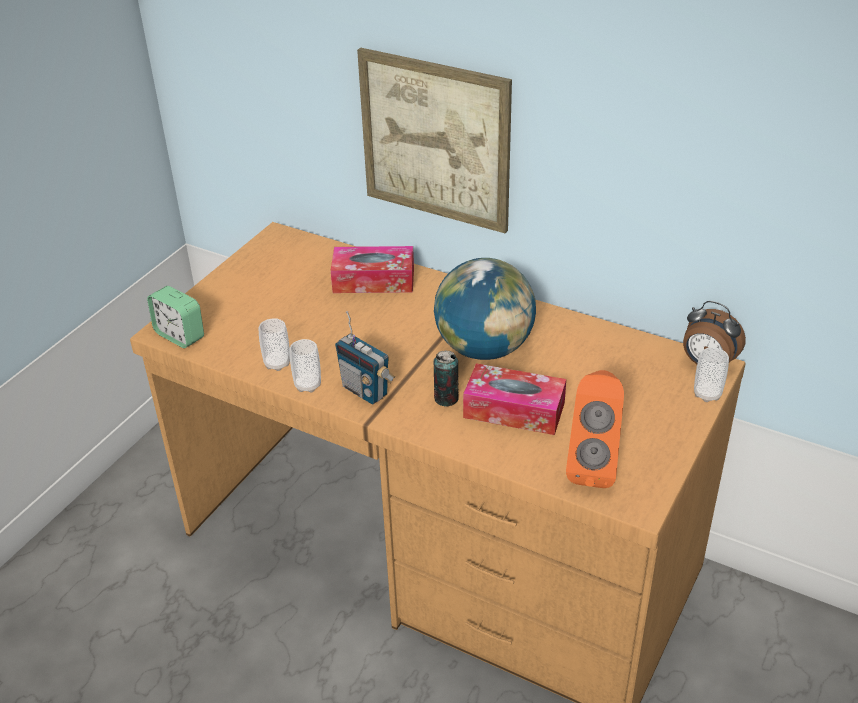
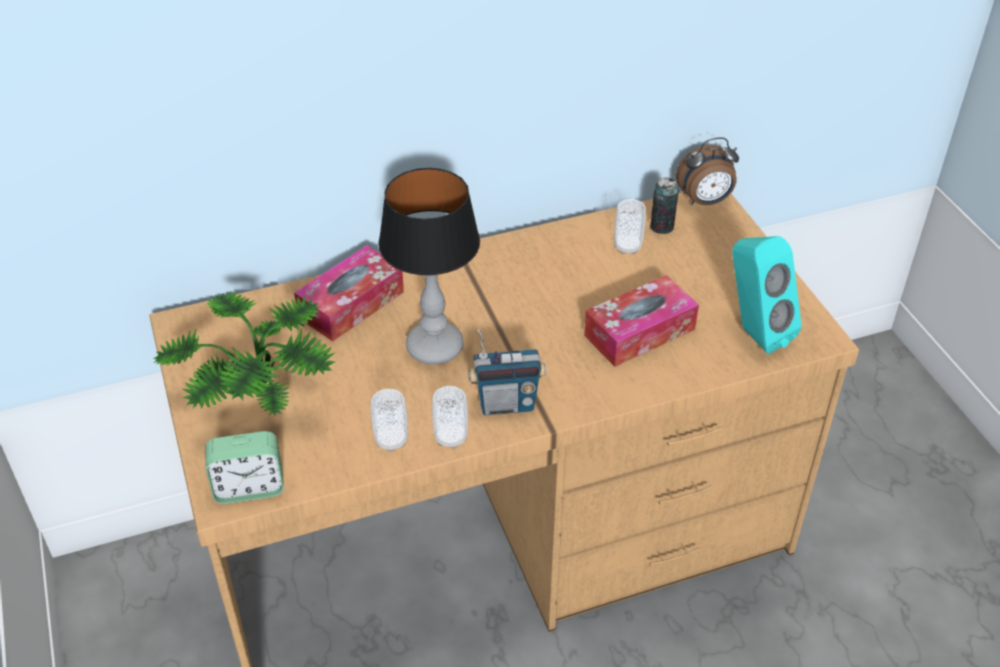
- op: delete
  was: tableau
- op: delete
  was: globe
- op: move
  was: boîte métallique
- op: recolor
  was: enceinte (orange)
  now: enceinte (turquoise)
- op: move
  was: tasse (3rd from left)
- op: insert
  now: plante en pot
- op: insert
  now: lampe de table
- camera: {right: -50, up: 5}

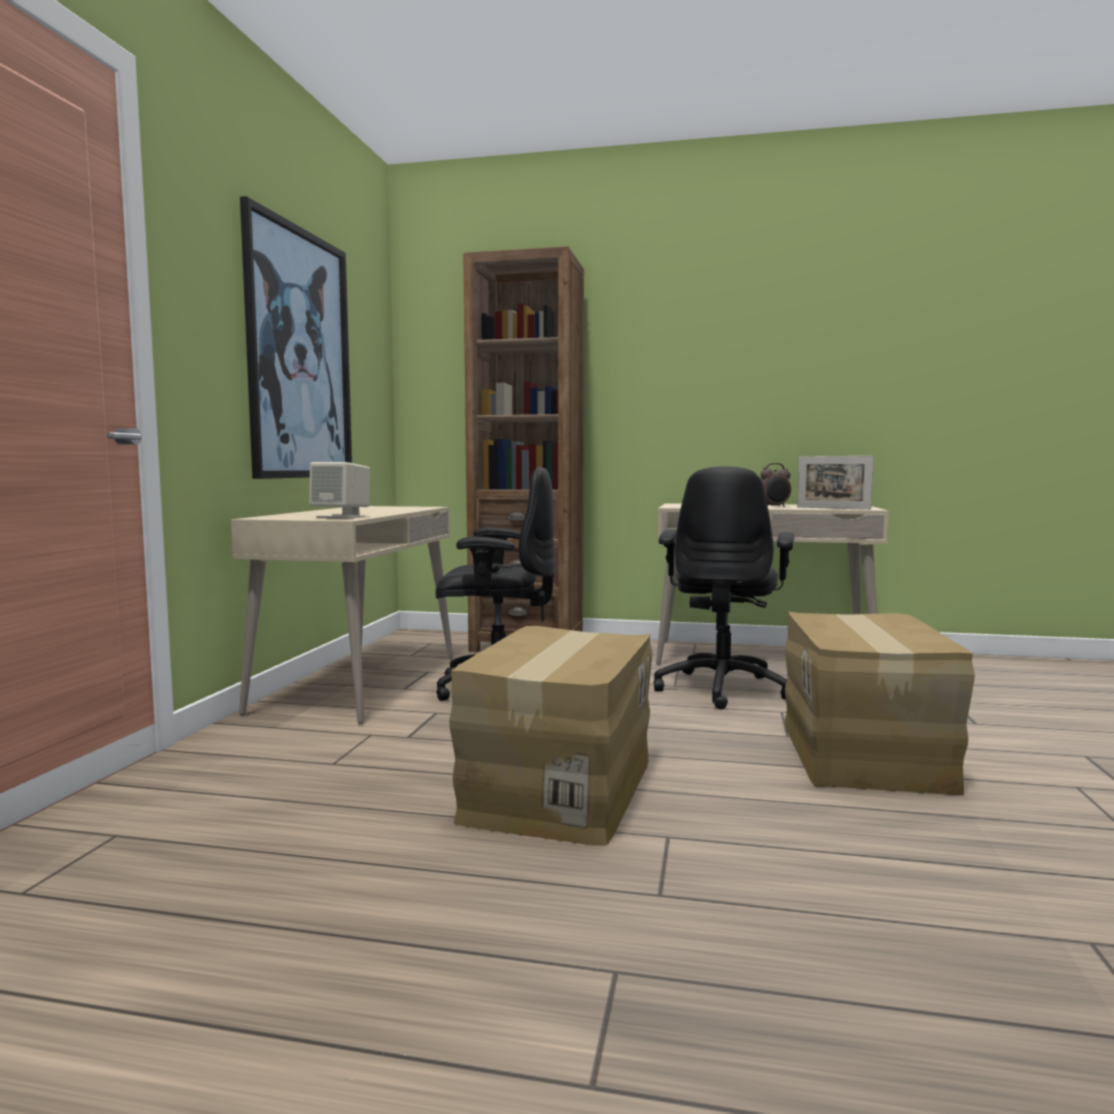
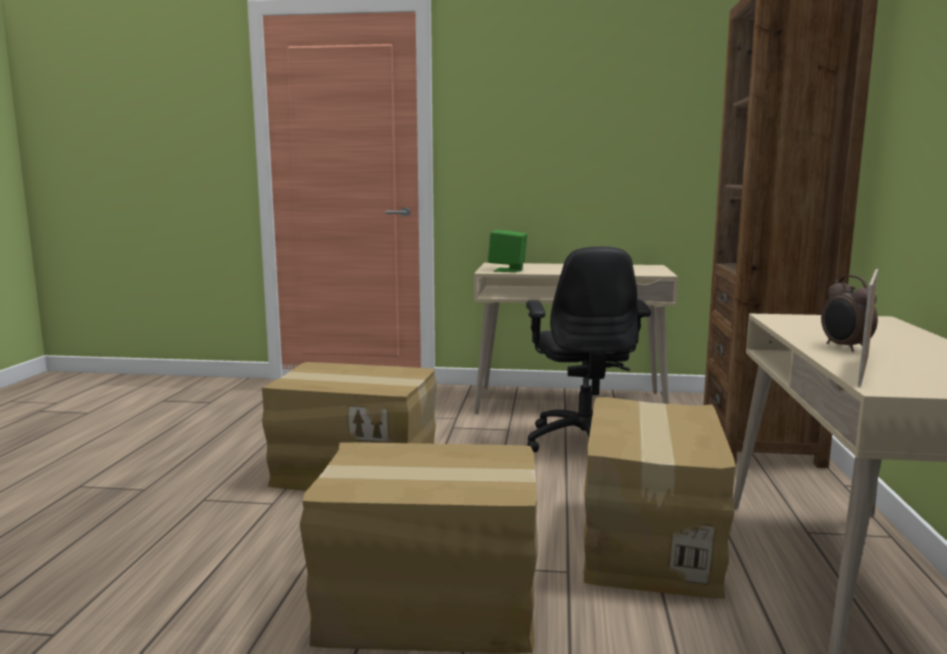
- op: delete
  was: tableau
- op: recolor
  was: enceinte (beige)
  now: enceinte (vert)
- op: replace
  was: chaise de bureau (noir) (2nd from left)
  now: carton (3rd from left)
- camera: {right: 85, up: 5}

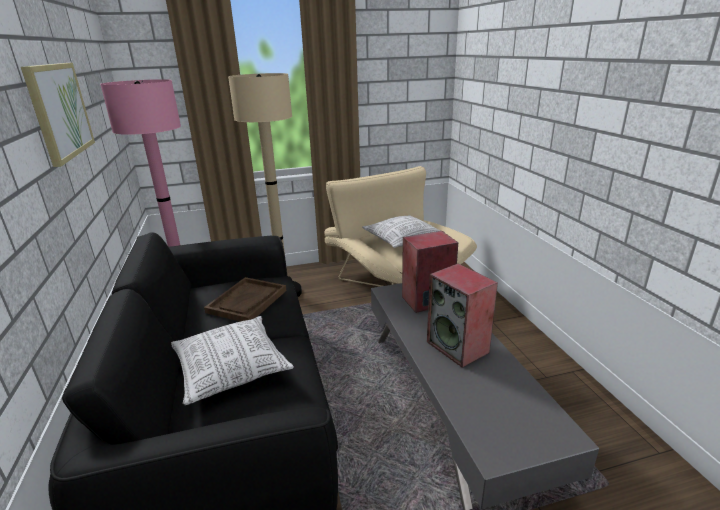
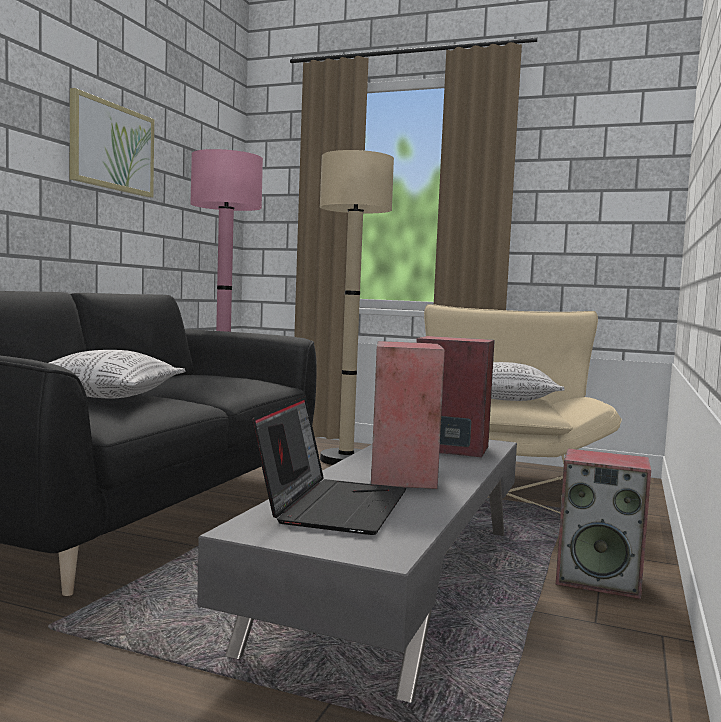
- op: delete
  was: plateau (marron)
- op: insert
  now: ordinateur portable
- op: insert
  now: enceinte (3rd from left)
- camera: {right: 35, up: -20}

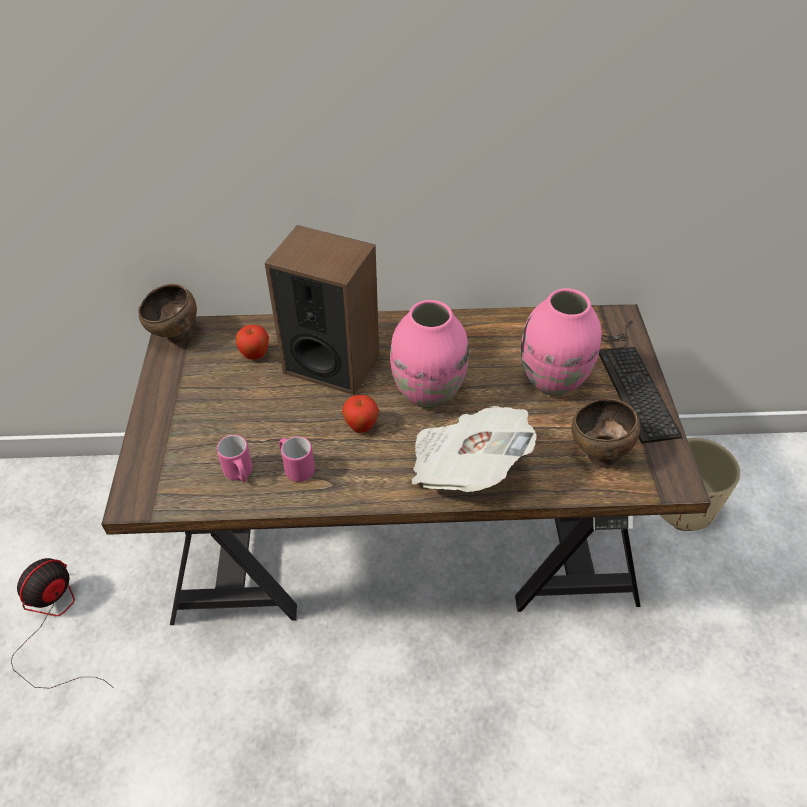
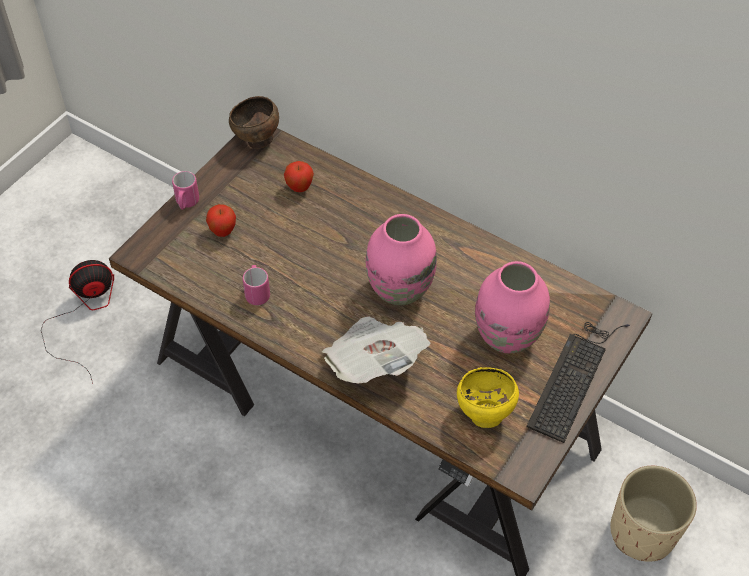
- op: move
  was: mug (rose) (1st from left)
- op: delete
  was: enceinte
- op: move
  was: pomme (2nd from left in the first image)
  now: pomme (1st from left)
- op: recolor
  was: bol (marron) (2nd from left)
  now: bol (jaune)
- camera: {right: 35, up: 5}

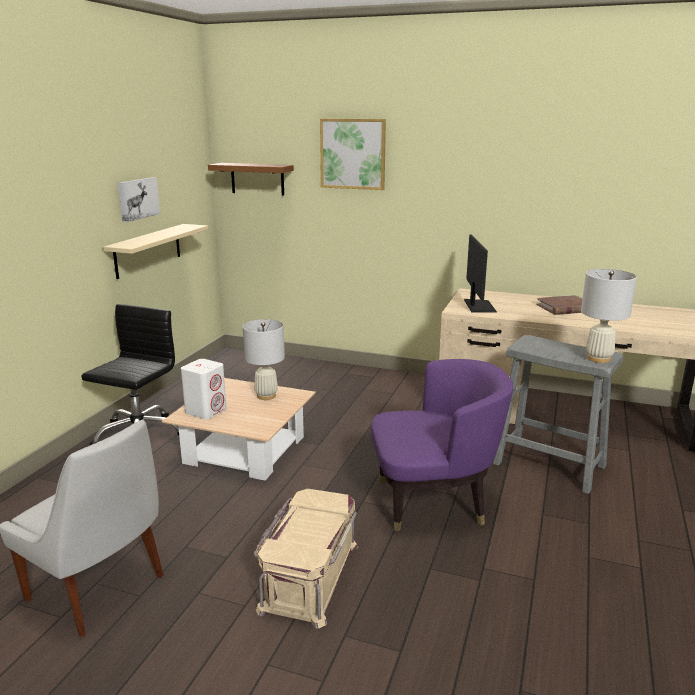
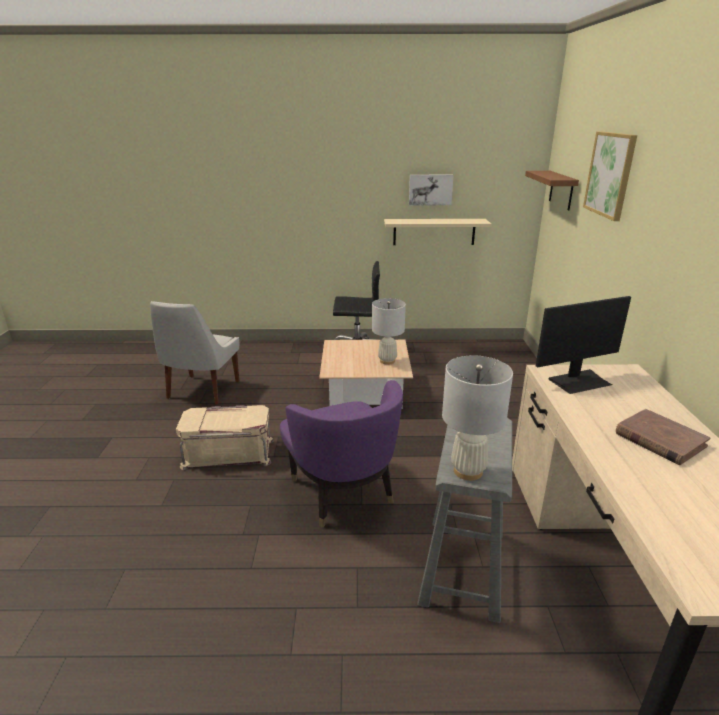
- op: delete
  was: enceinte (blanc)
- camera: {right: 70, up: 5}

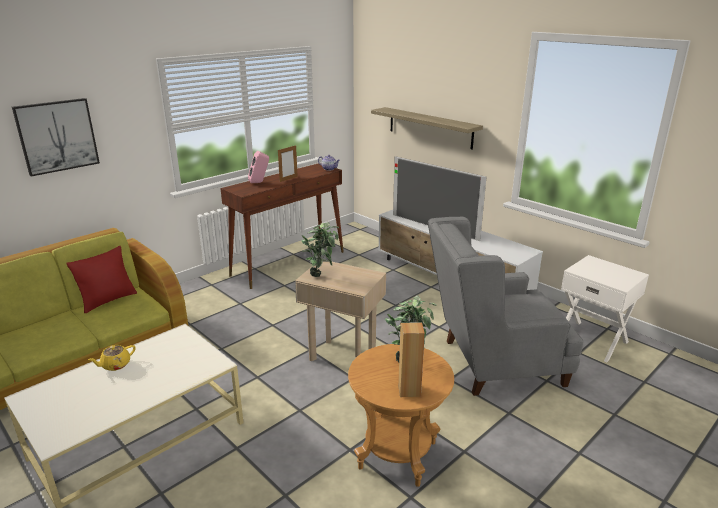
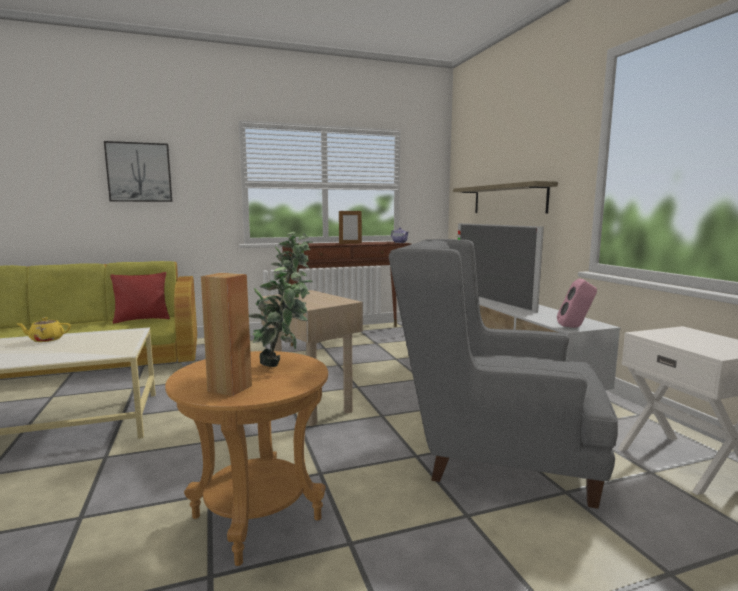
- op: move
  was: enceinte (rose)
- camera: {right: 25, up: -15}

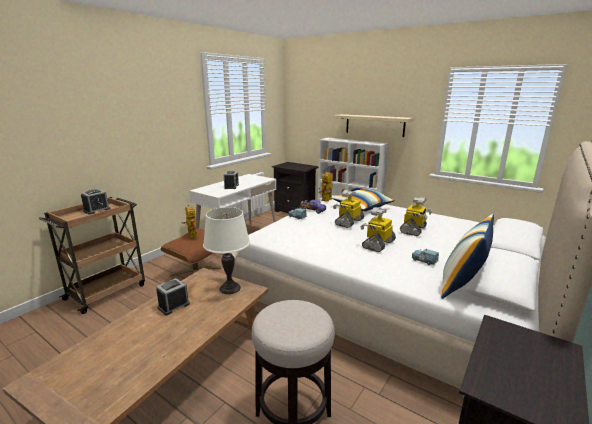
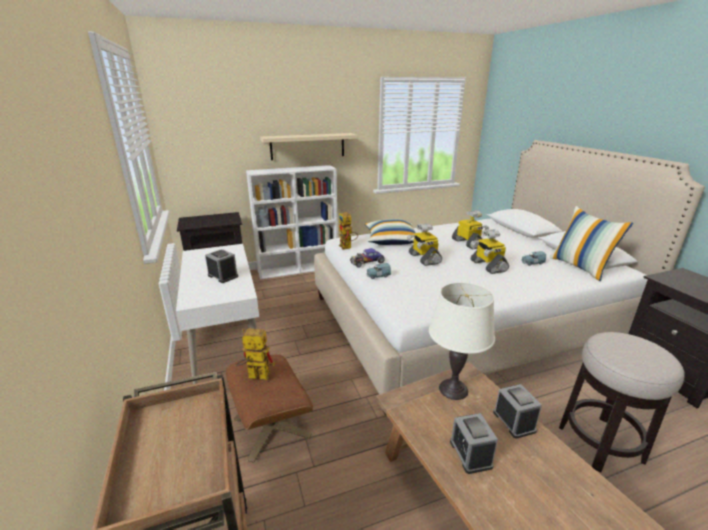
- op: move
  was: réveil (1st from left in the first image)
  now: réveil (3rd from left)
- camera: {right: -55, up: 5}

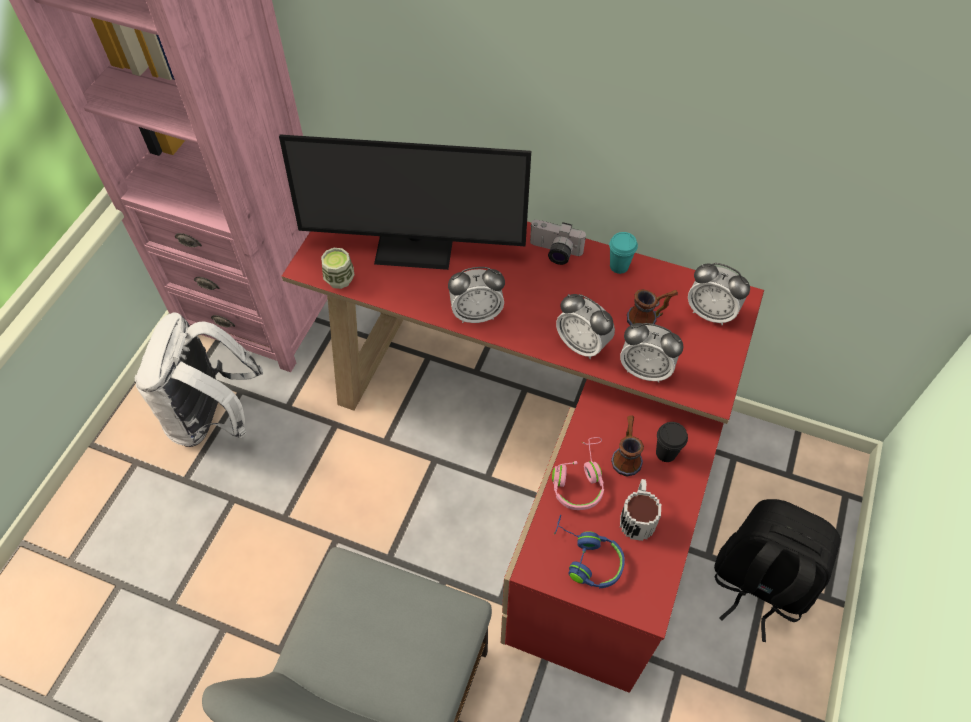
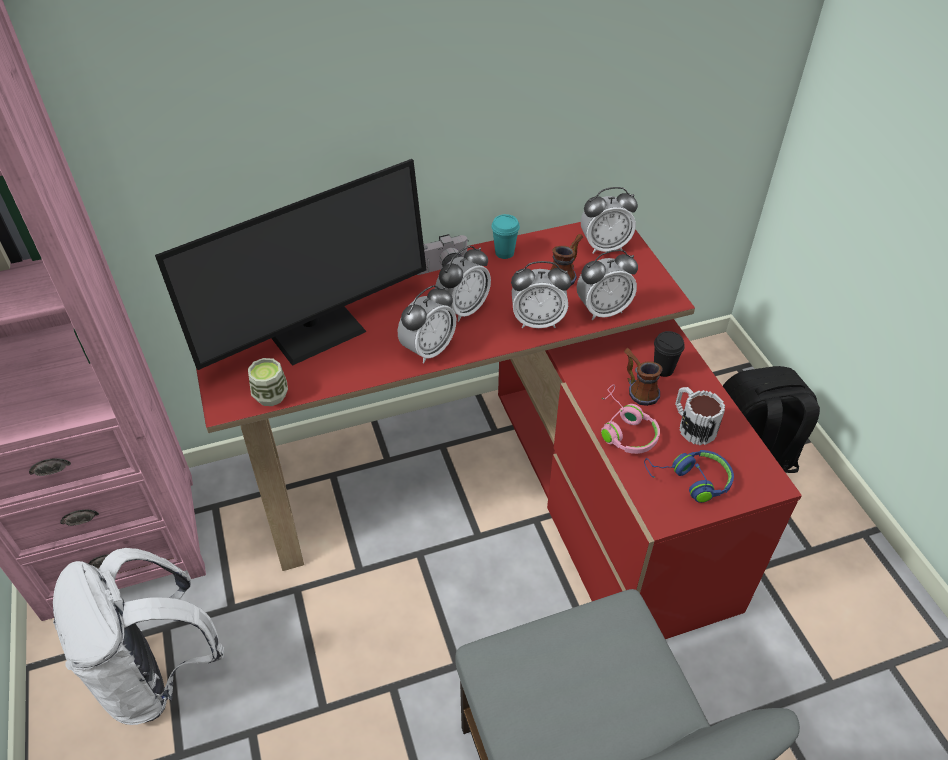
- op: insert
  now: réveil (2nd from left)
- camera: {right: -40, up: -10}

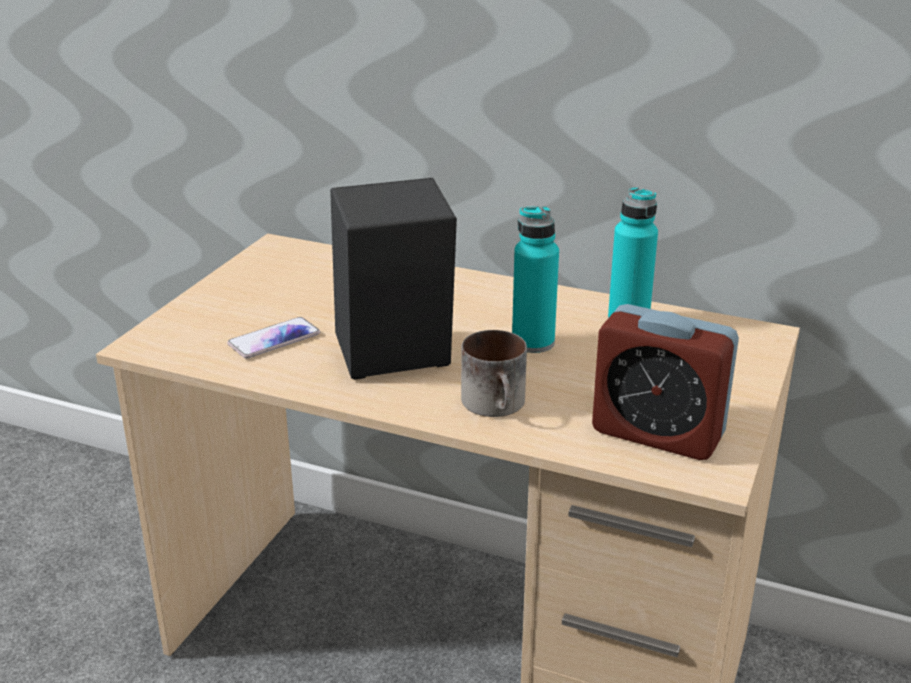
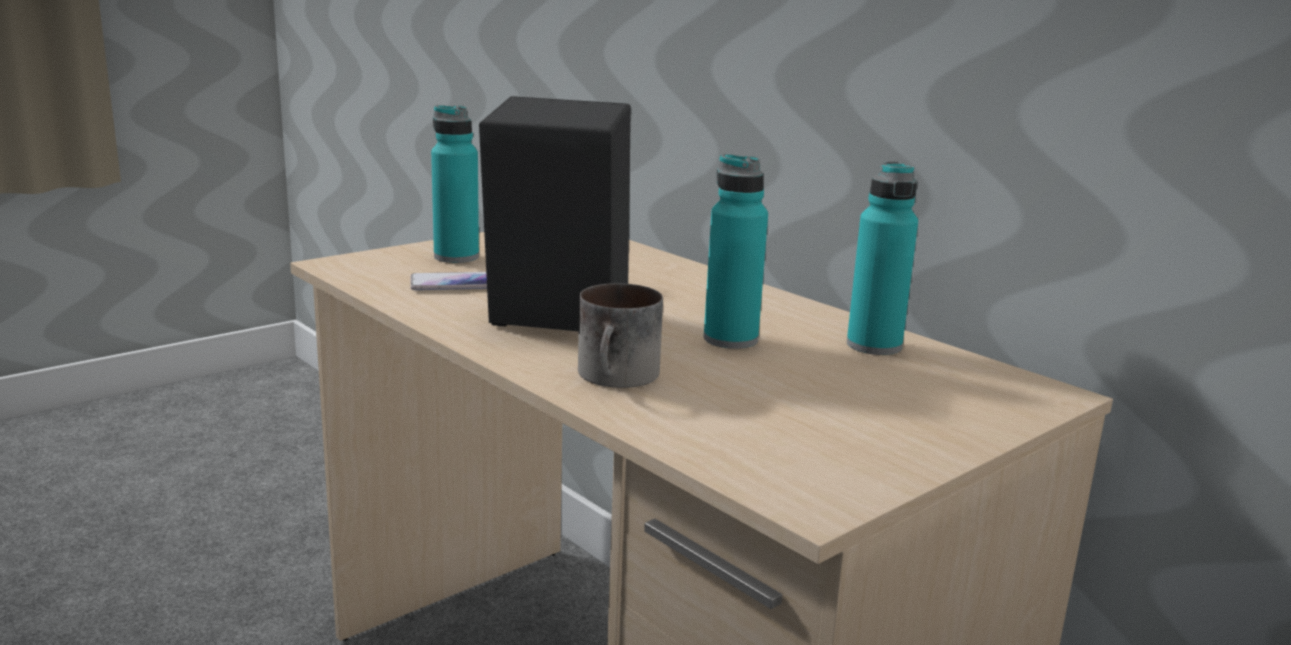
- op: delete
  was: réveil
- op: insert
  now: bouteille (turquoise) (1st from left)
- camera: {right: 25, up: -10}

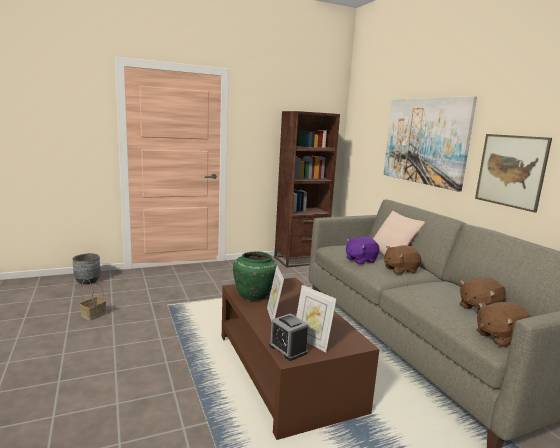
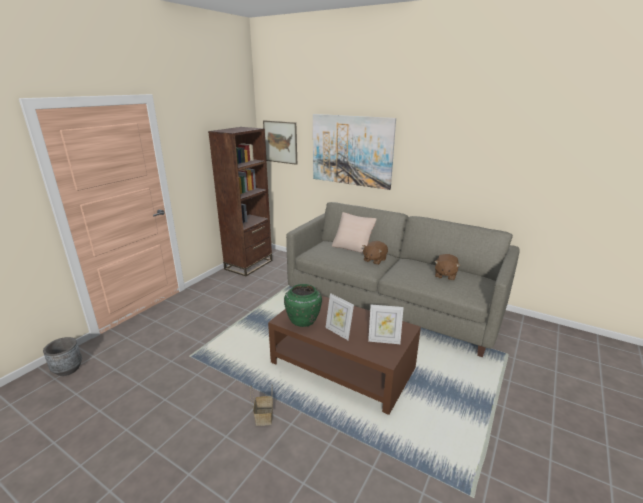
- op: move
  was: panier
- op: delete
  was: réveil
- op: delete
  was: peluche (violet)
- op: move
  was: tableau (2nd from left in the first image)
  now: tableau (1st from left)
- op: delete
  was: peluche (marron) (3rd from left)
- camera: {right: -35, up: 10}

